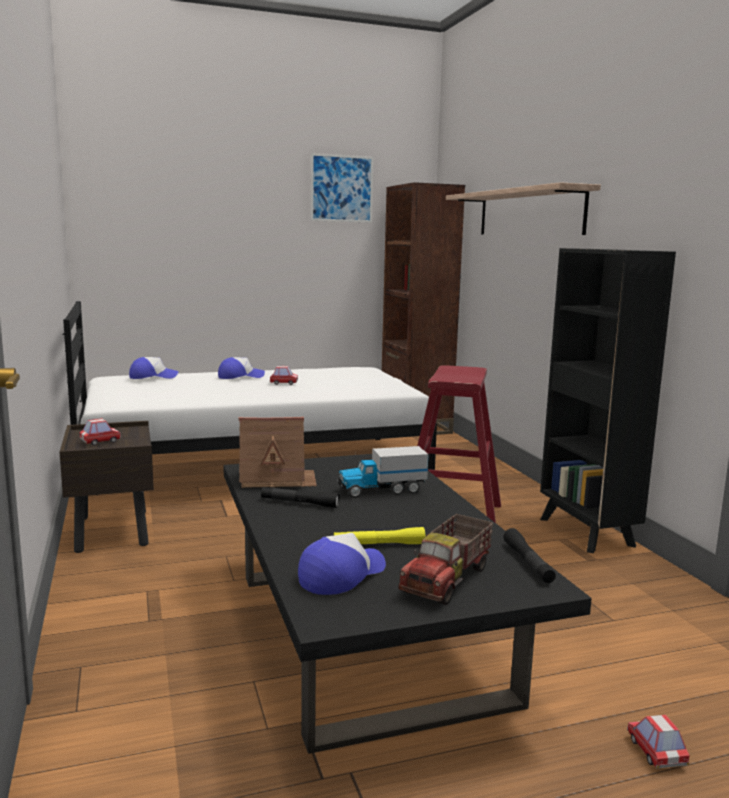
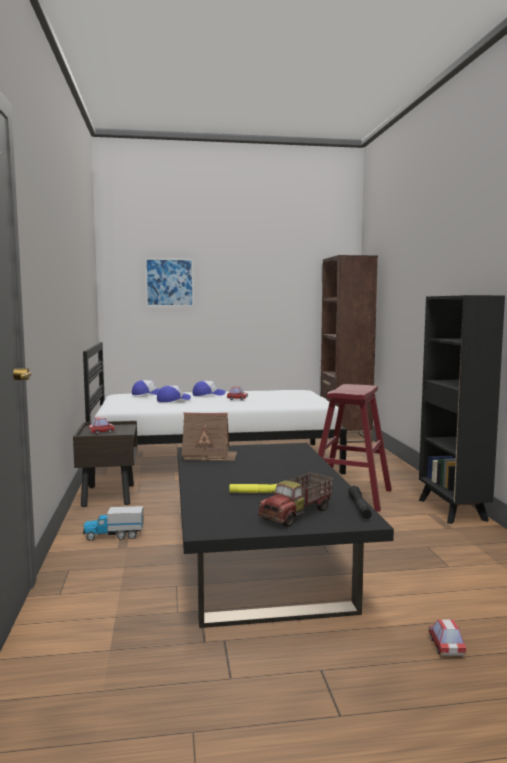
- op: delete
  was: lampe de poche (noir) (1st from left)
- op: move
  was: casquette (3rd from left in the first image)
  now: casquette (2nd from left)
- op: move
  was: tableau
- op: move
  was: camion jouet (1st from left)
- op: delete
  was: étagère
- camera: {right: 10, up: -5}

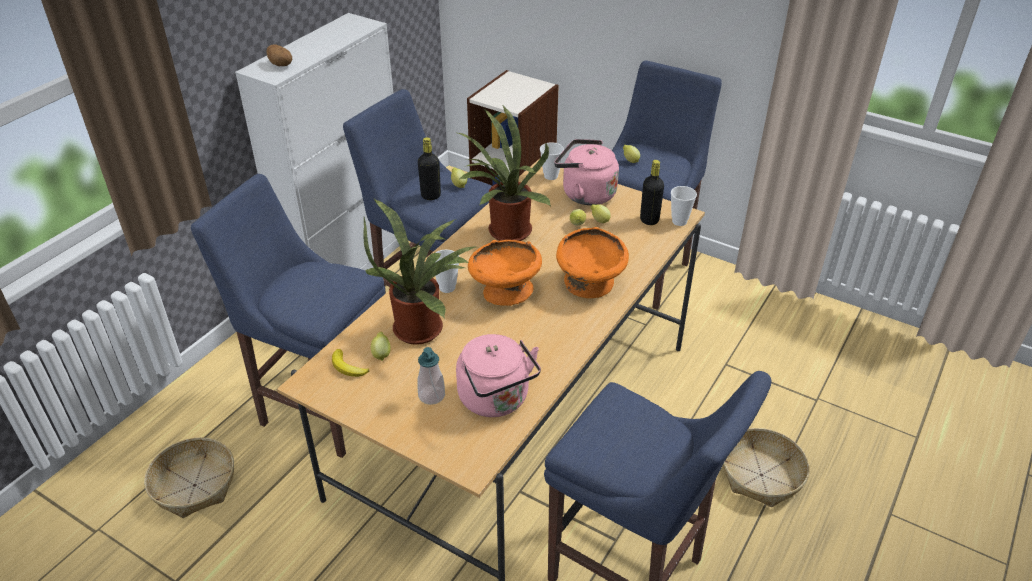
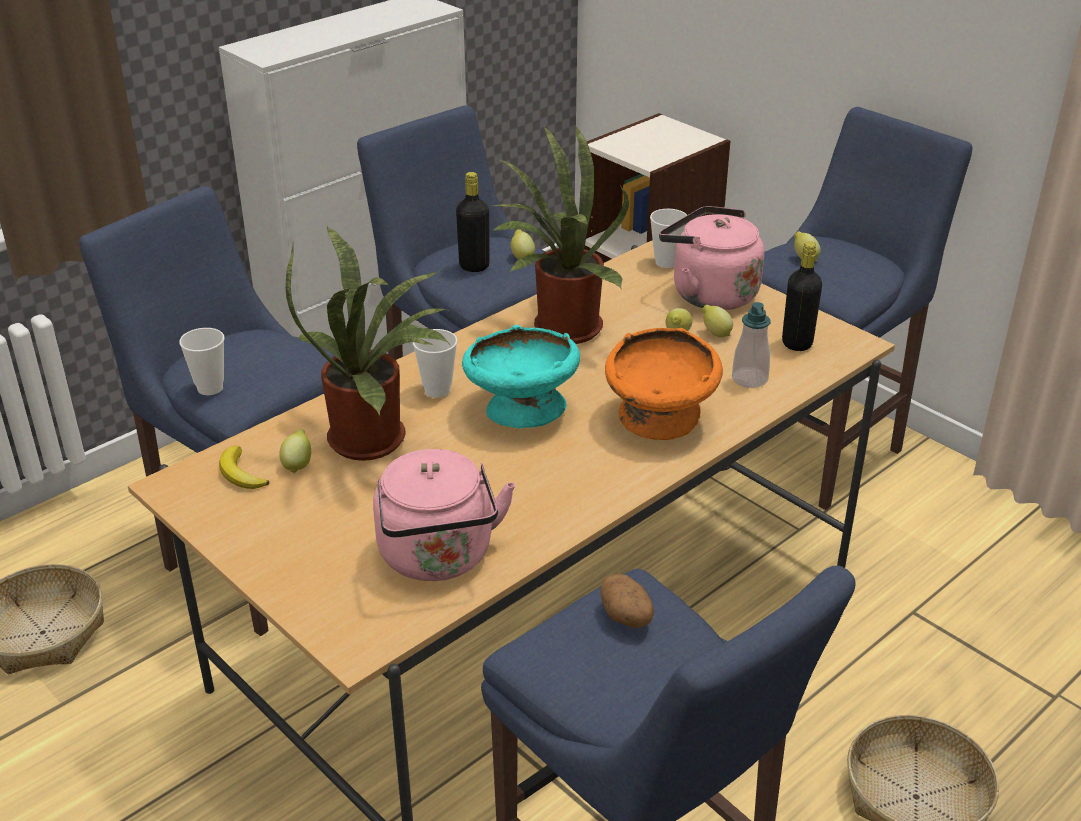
- op: move
  was: pomme de terre
- op: move
  was: distributeur de savon
- op: recolor
  was: bol (orange) (1st from left)
  now: bol (turquoise)
- op: move
  was: tasse (3rd from left in the first image)
  now: tasse (1st from left)
- camera: {right: 15, up: -5}

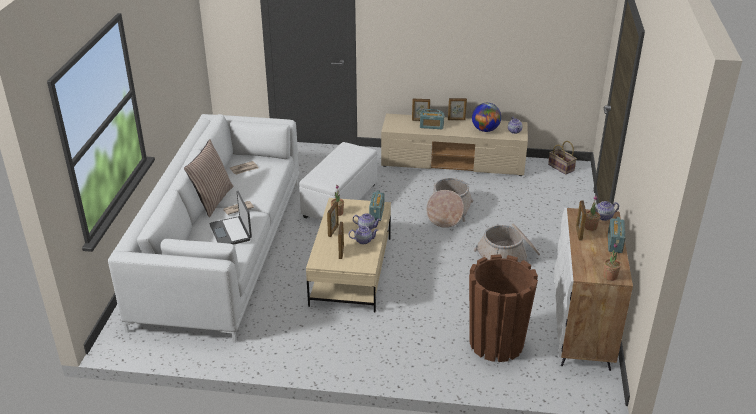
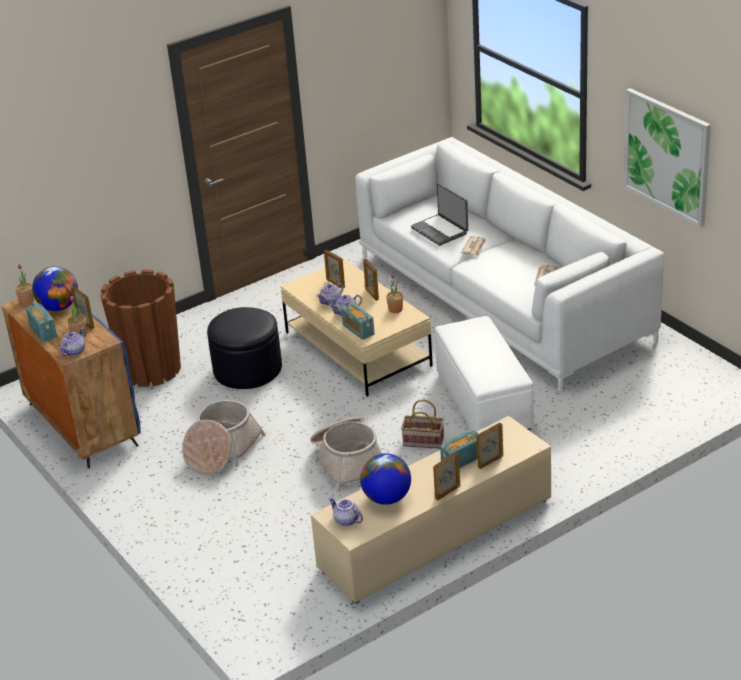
- op: delete
  was: coussin
- op: rotate
  was: ordinateur portable
  clockwise: -150
- op: move
  was: panier (3rd from left)
- op: recolor
  was: meuble de rangement (blanc)
  now: meuble de rangement (bleu)
- op: insert
  now: globe (1st from left)
- op: insert
  now: pouf (noir)
- op: insert
  now: tableau
- camera: {right: 140, up: 0}

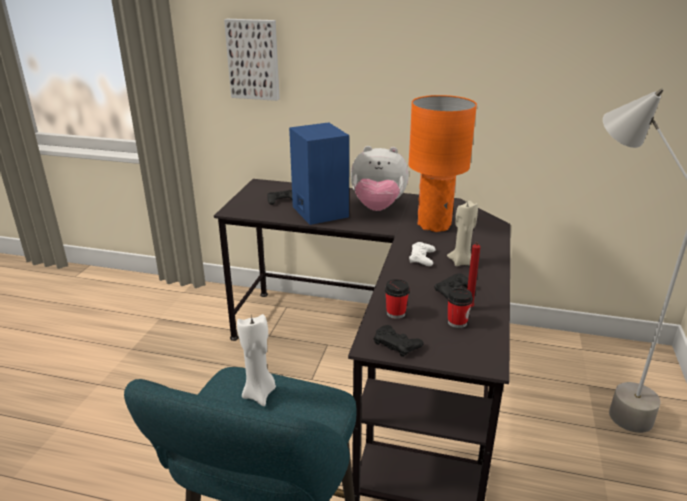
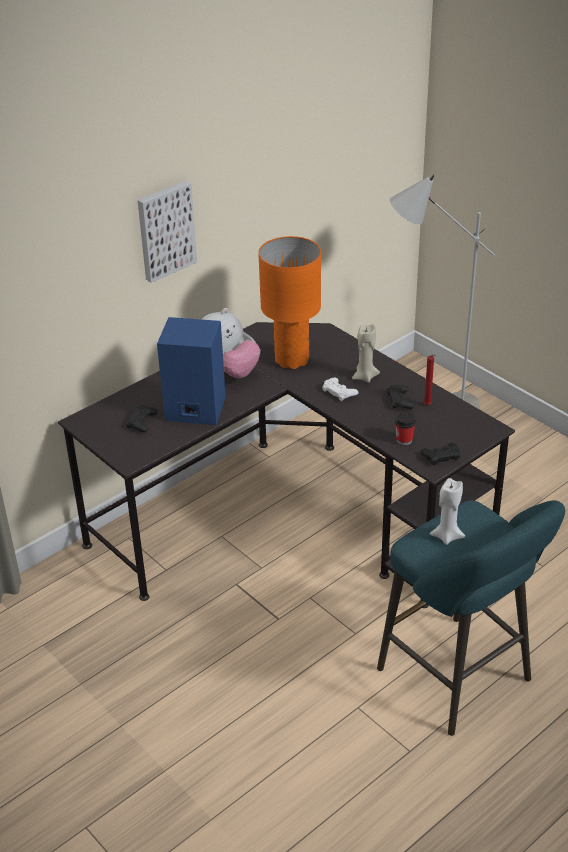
- op: move
  was: tableau
- op: delete
  was: tasse (2nd from left)
- camera: {right: -55, up: 10}

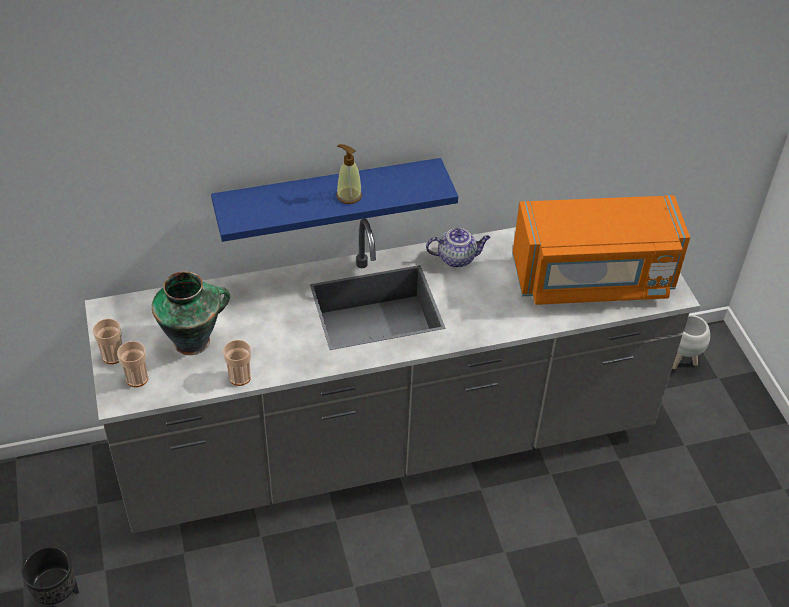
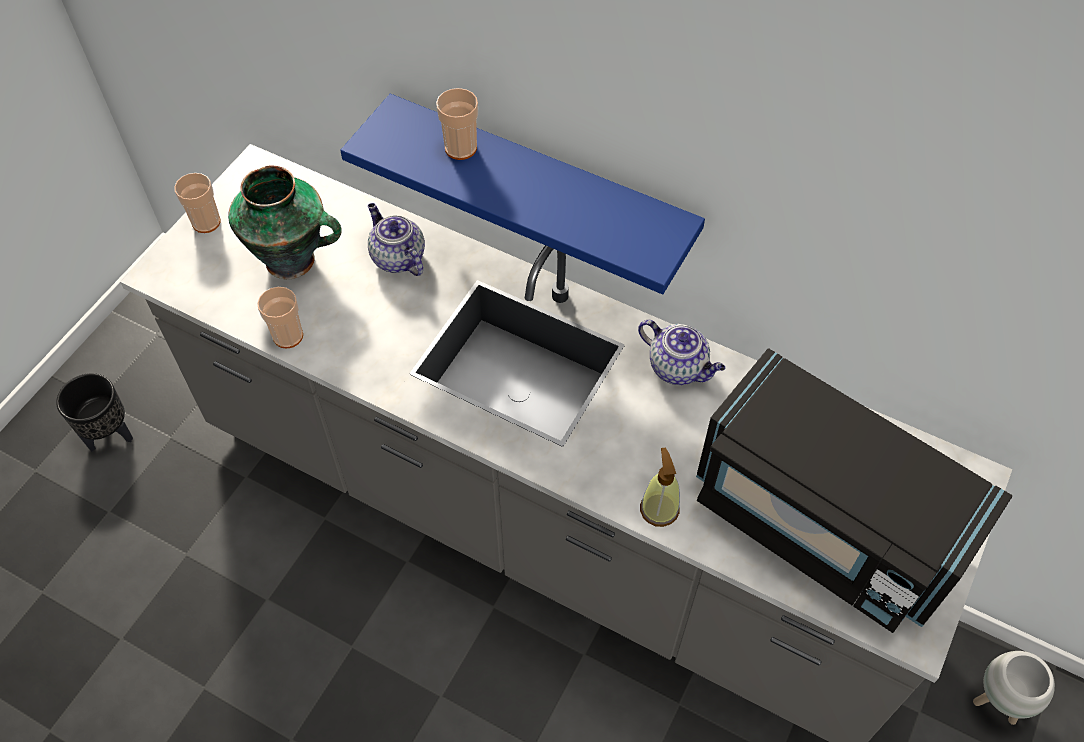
- op: move
  was: tasse (2nd from left in the first image)
  now: tasse (3rd from left)
- op: move
  was: distributeur de savon
- op: recolor
  was: micro-ondes (orange)
  now: micro-ondes (noir)
- op: insert
  now: théière (1st from left)
- camera: {right: 45, up: 10}

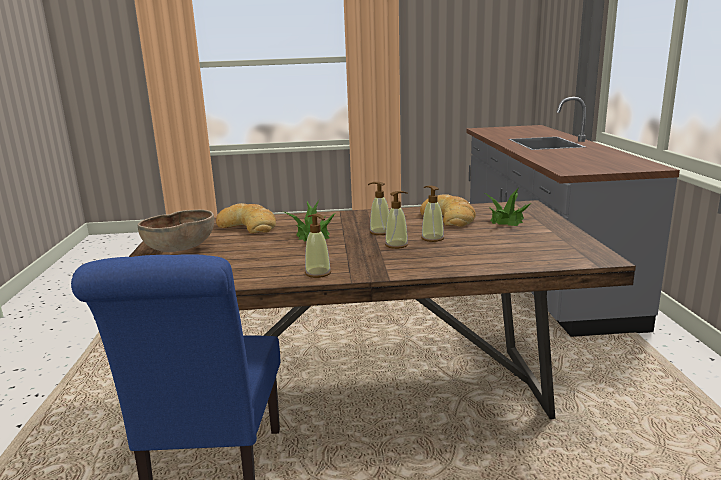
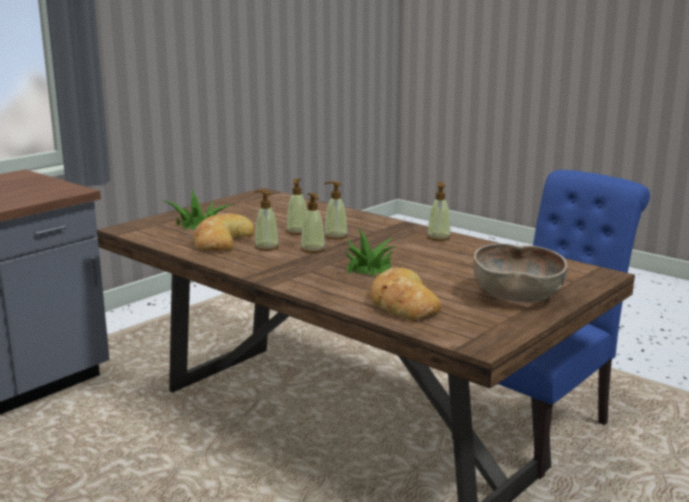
- op: insert
  now: distributeur de savon (1st from left)
- camera: {right: -135, up: 0}

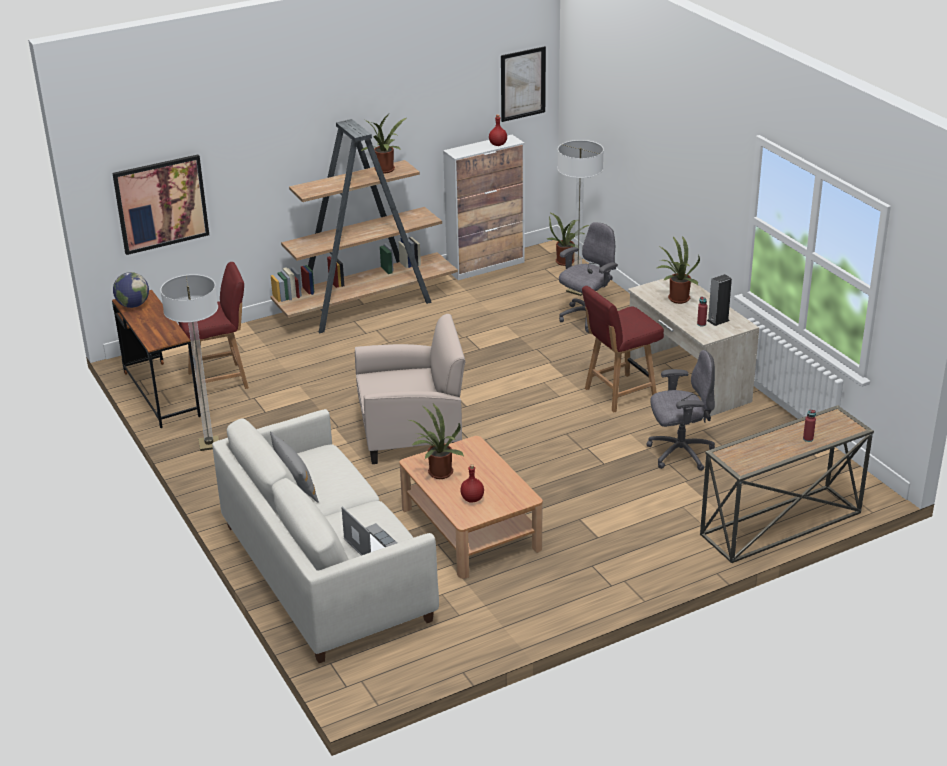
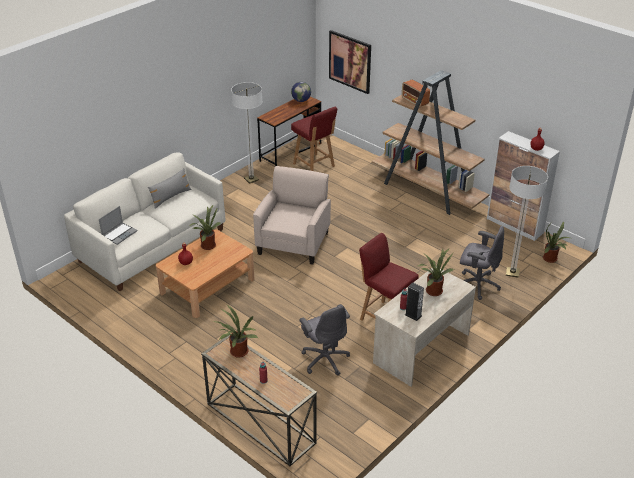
- op: rotate
  was: fauteuil (beige)
  clockwise: -135
- op: move
  was: plante en pot (1st from left in the first image)
  now: plante en pot (2nd from left)
- op: delete
  was: tableau (2nd from left)
- op: insert
  now: radio
- camera: {right: 70, up: 5}

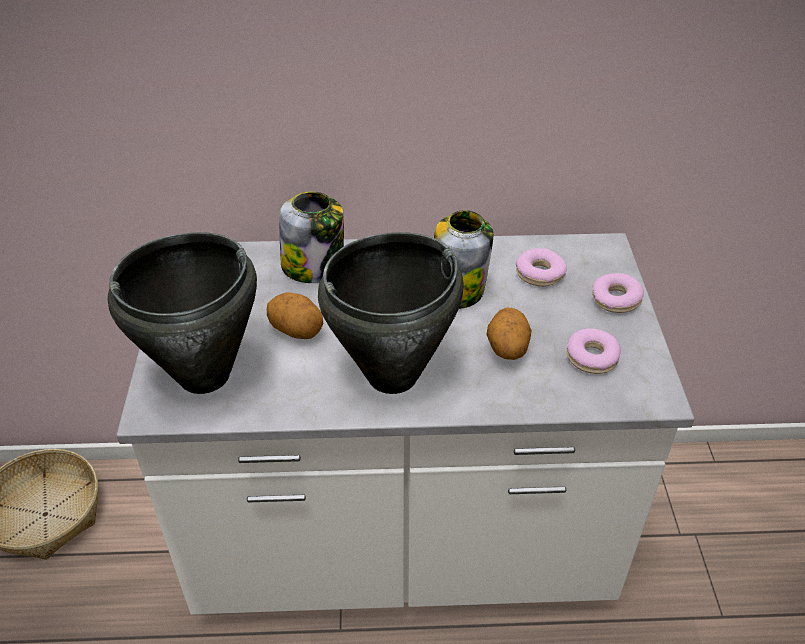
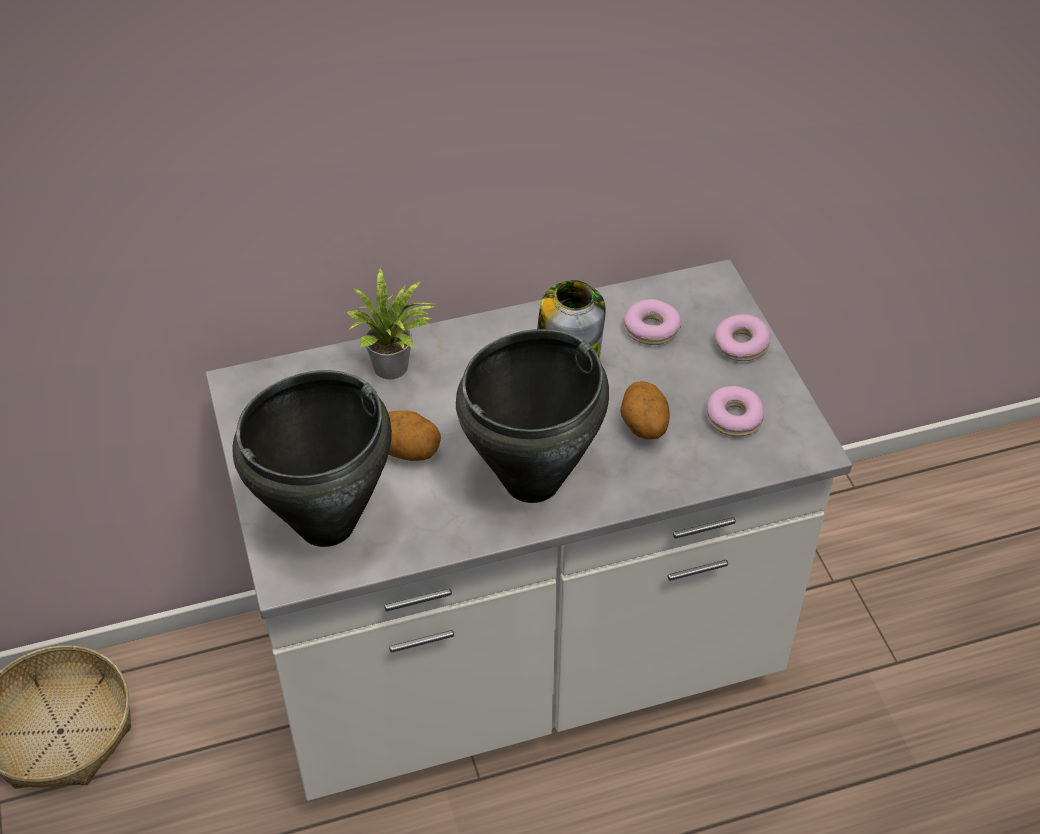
- op: replace
  was: bocal (1st from left)
  now: plante en pot
- camera: {right: -15, up: 5}

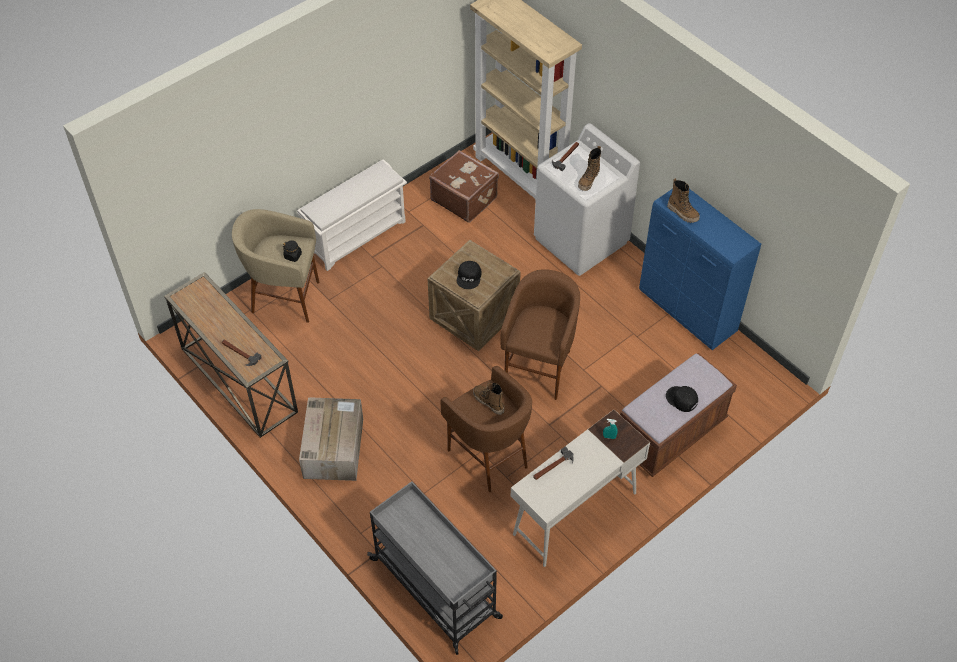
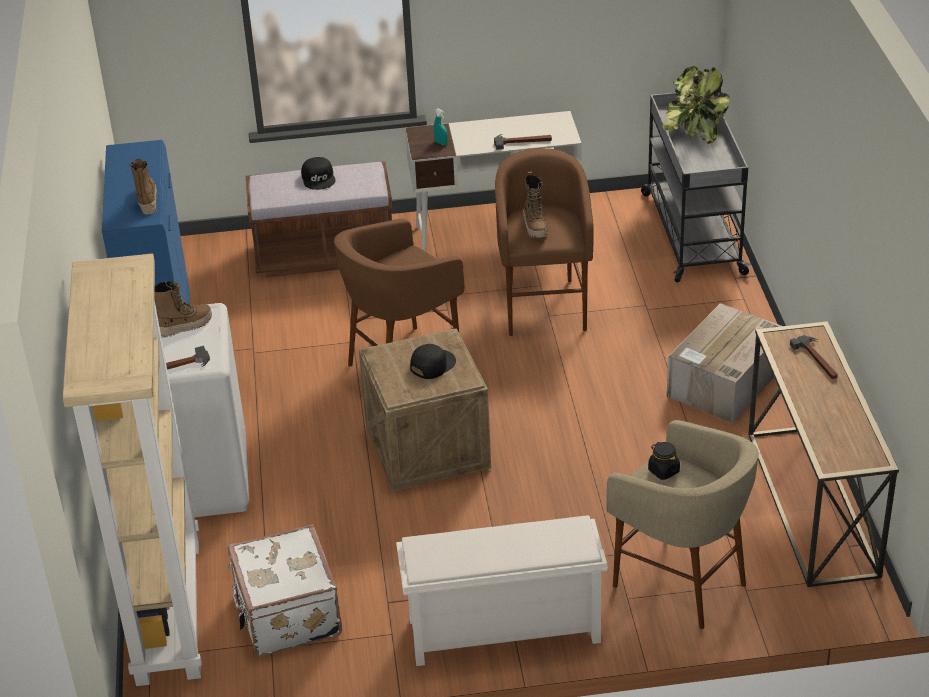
- op: recolor
  was: valise (marron)
  now: valise (blanc)
- op: insert
  now: plante en pot
- camera: {right: -145, up: -15}

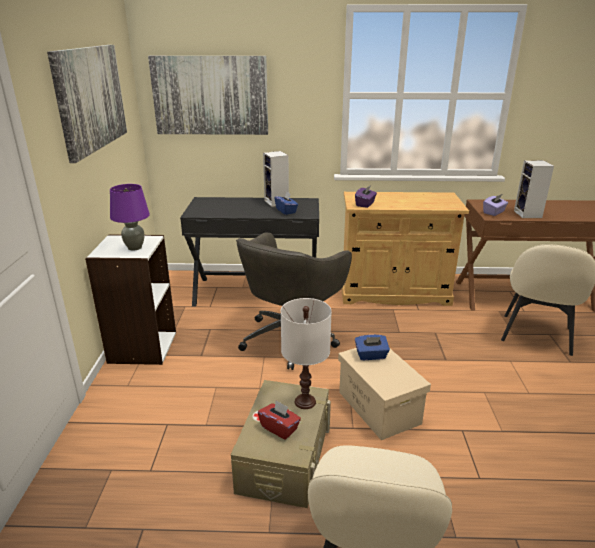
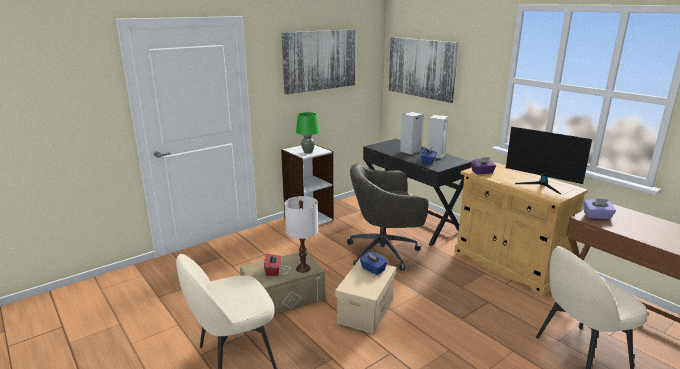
- op: recolor
  was: lampe de table (violet)
  now: lampe de table (vert)
- op: move
  was: enceinte (2nd from left in the first image)
  now: enceinte (1st from left)
- op: insert
  now: écran d'ordinateur
- camera: {right: 50, up: -5}

